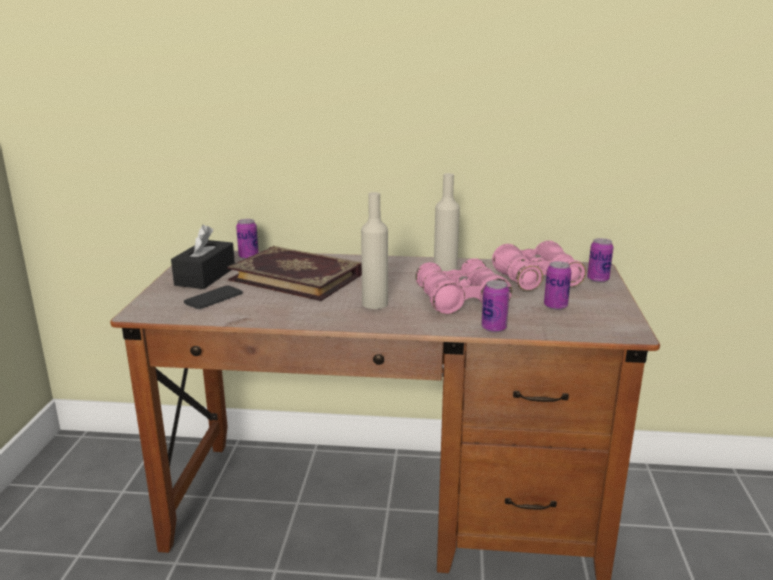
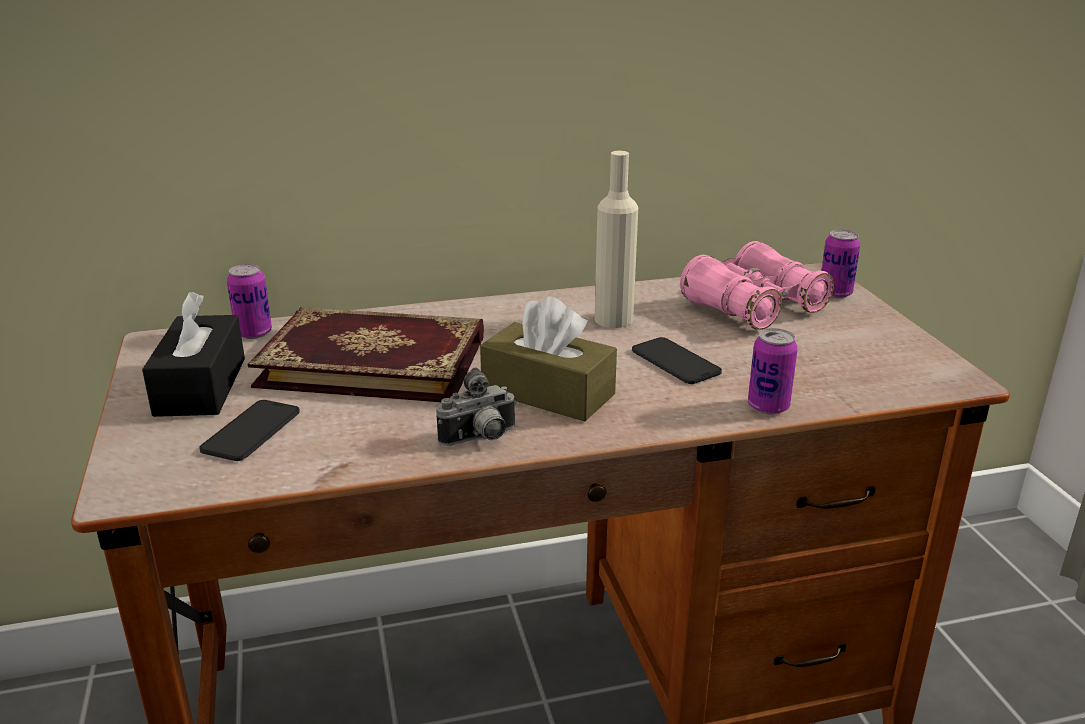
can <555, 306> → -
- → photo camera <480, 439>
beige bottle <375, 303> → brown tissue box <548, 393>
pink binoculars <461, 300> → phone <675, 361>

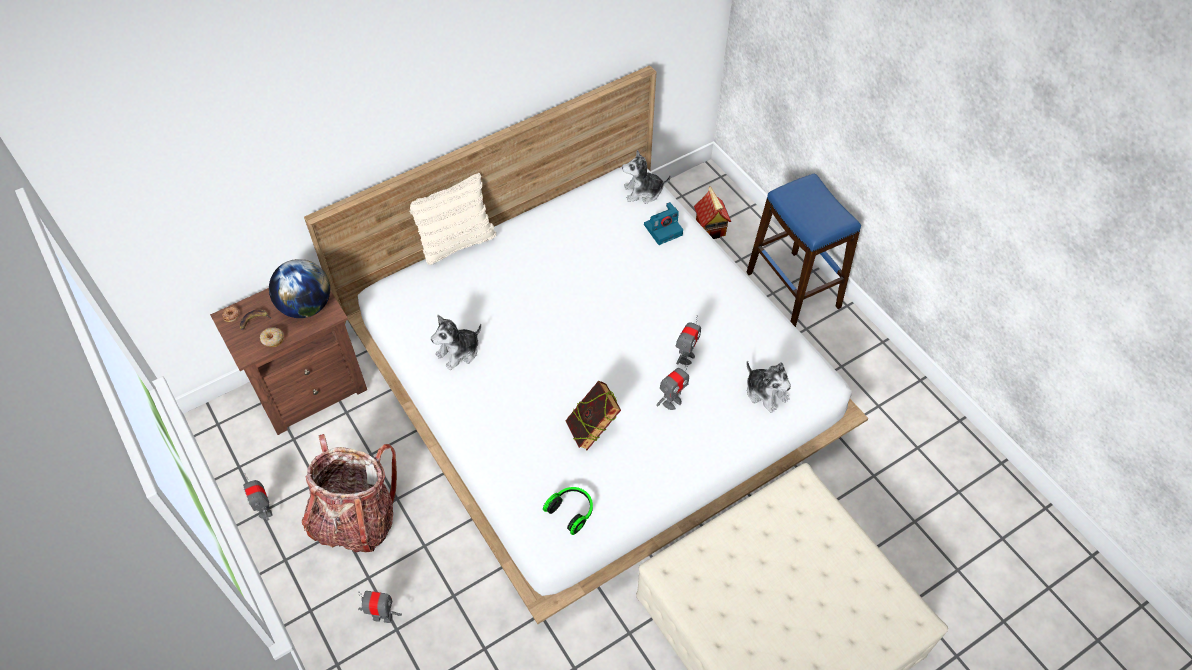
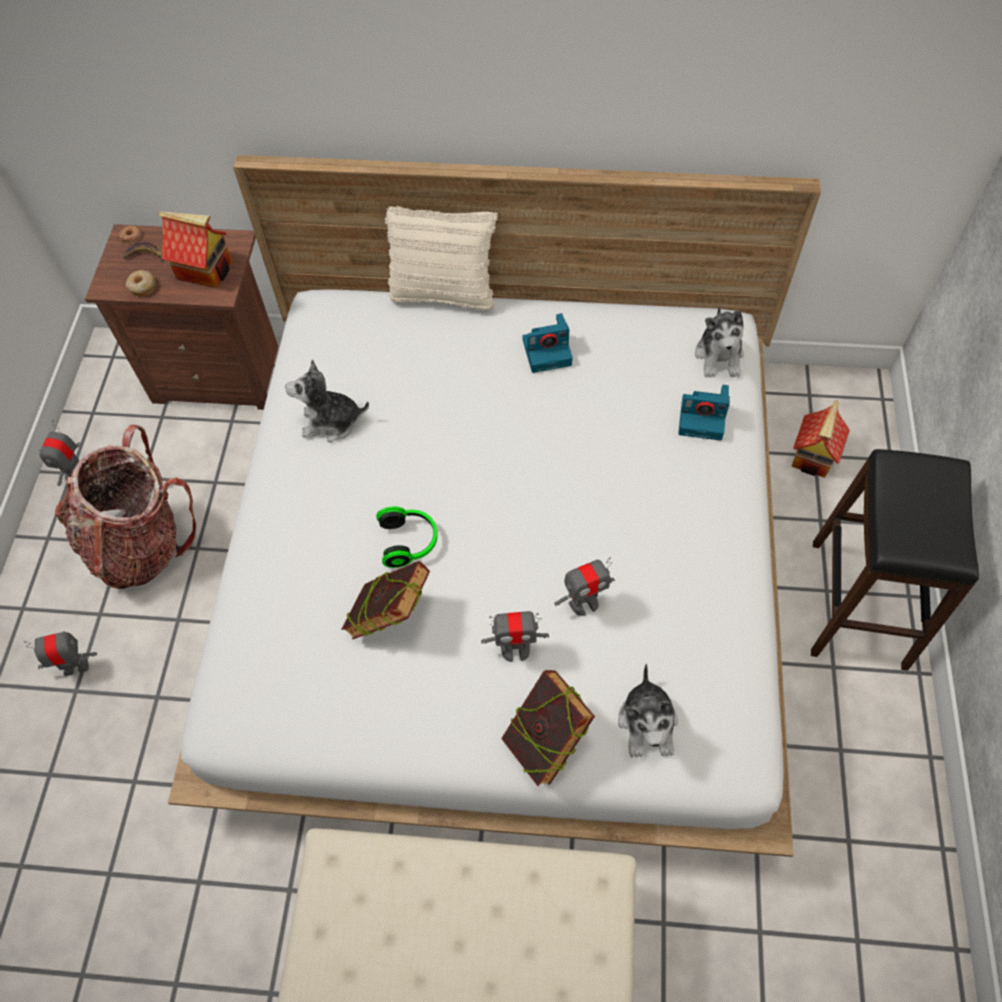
- → book <546, 740>
- → photo camera <548, 351>
headphones <572, 511> → headphones <409, 541>, relocated
globe <306, 306> → toy house <206, 269>
blue stool <793, 290> → black stool <858, 604>
toy robot <383, 616> → toy robot <76, 667>, 60 degrees counterclockwise
plush toy <643, 192> → plush toy <719, 356>, 120 degrees counterclockwise

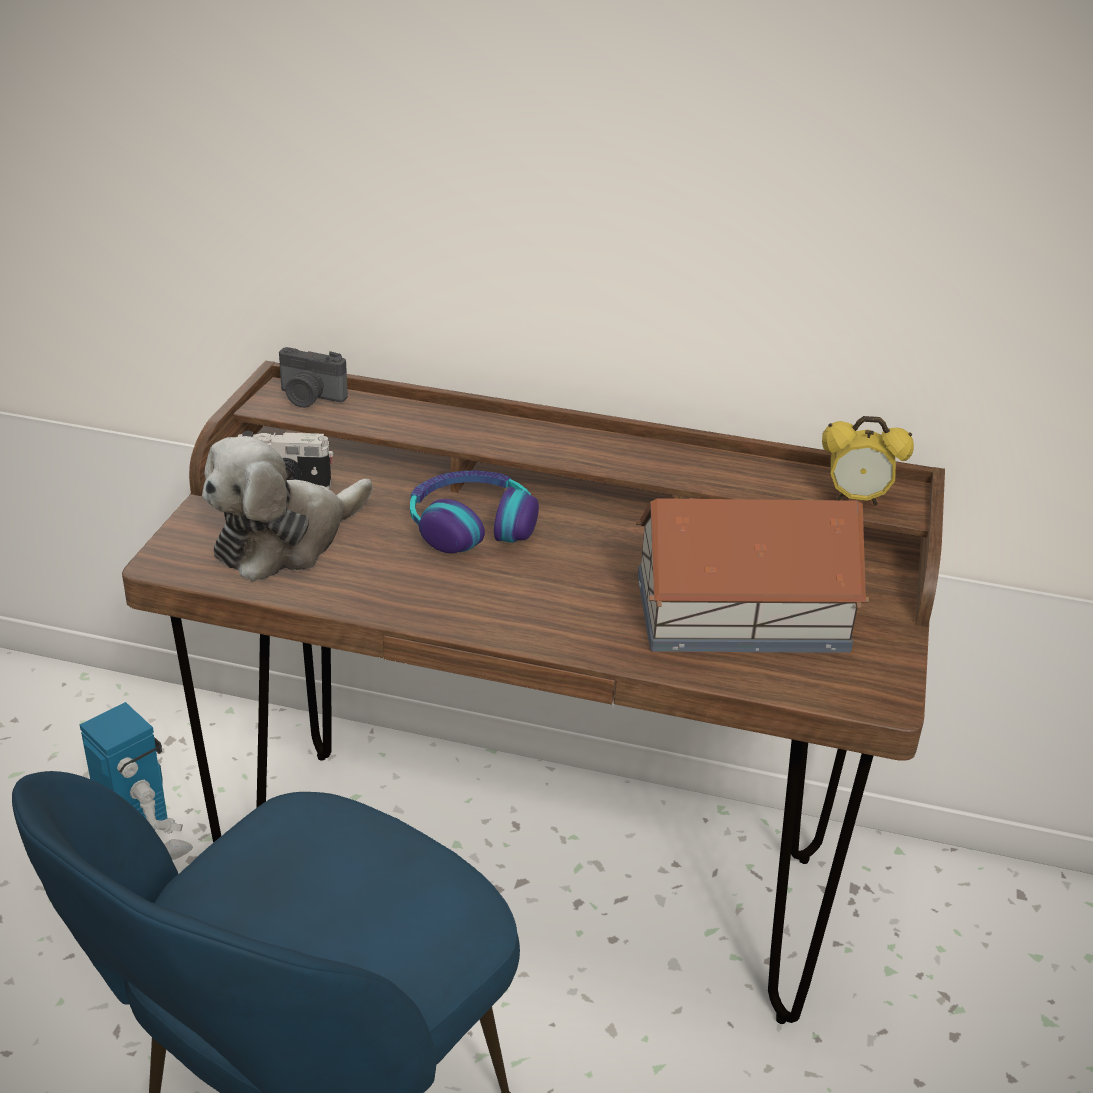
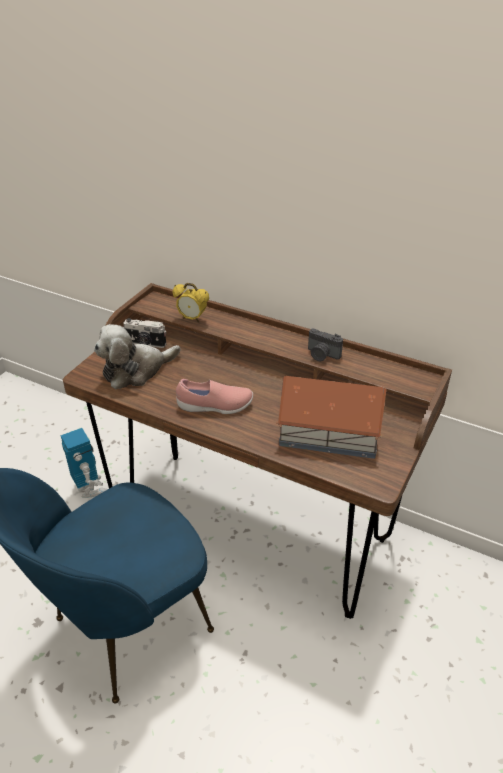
headphones <471, 525> → -
- → pink shoe <215, 407>
photo camera <309, 398> → photo camera <322, 355>, relocated
alarm clock <856, 499> → alarm clock <192, 319>, relocated

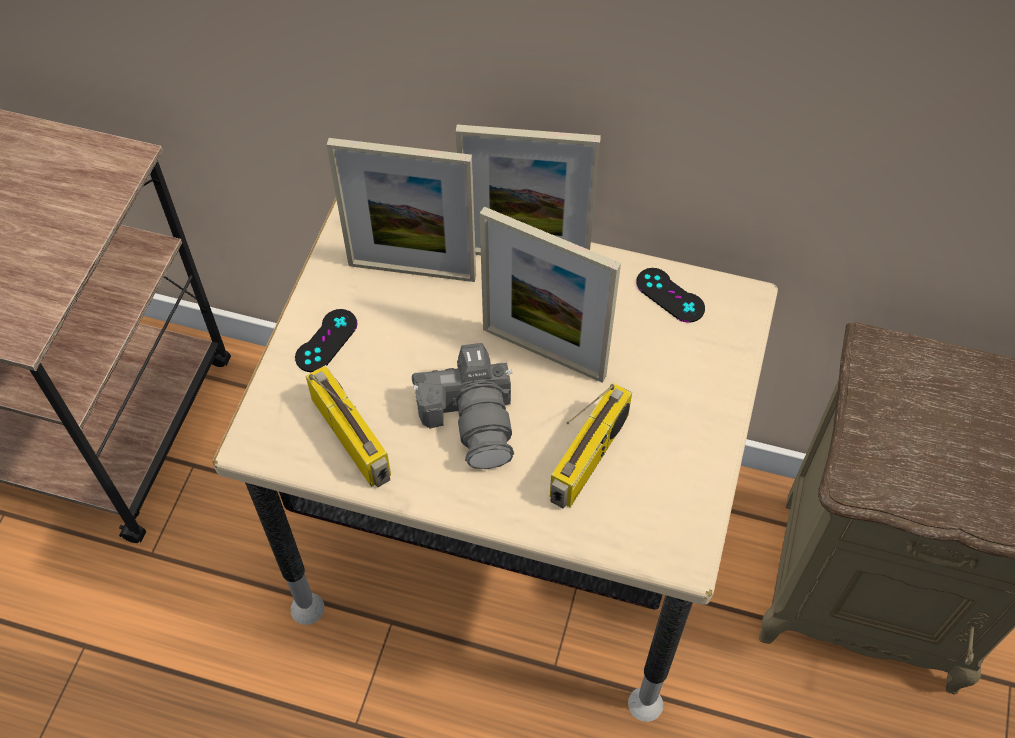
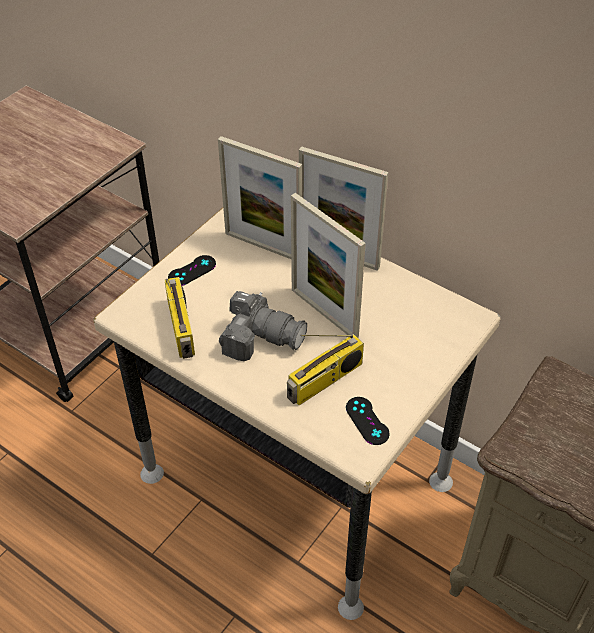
black game controller <670, 295> → black game controller <367, 421>, relocated
photo camera <472, 418> → photo camera <261, 337>, 75 degrees counterclockwise

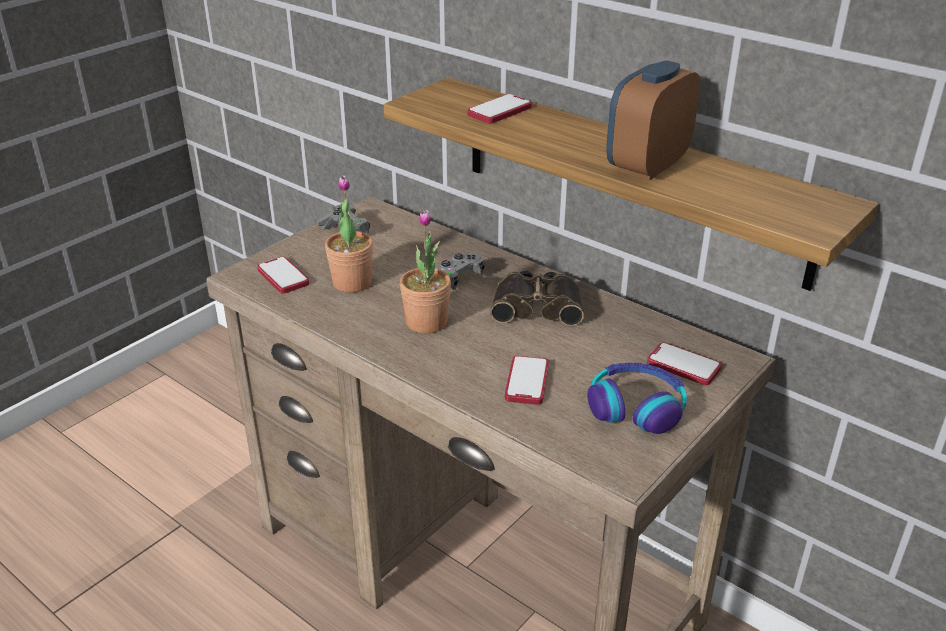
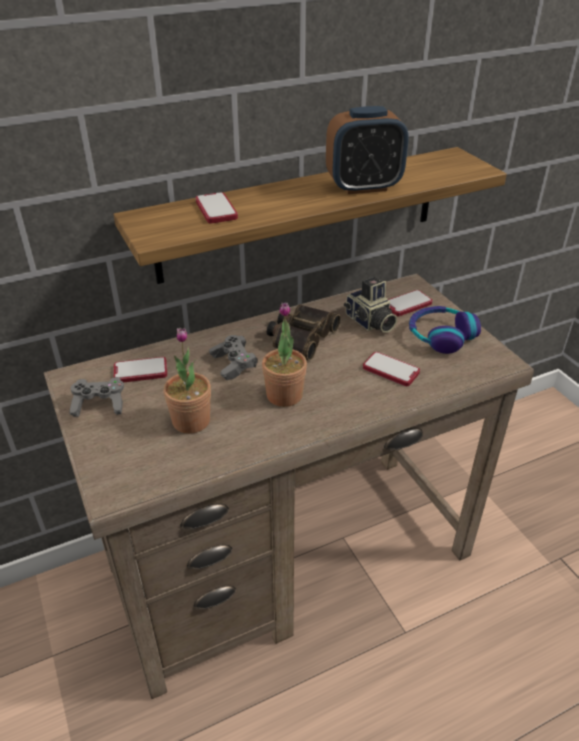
- → photo camera <369, 322>
phone <283, 277> → phone <140, 371>, relocated
alarm clock <647, 166> → alarm clock <363, 187>, 75 degrees counterclockwise

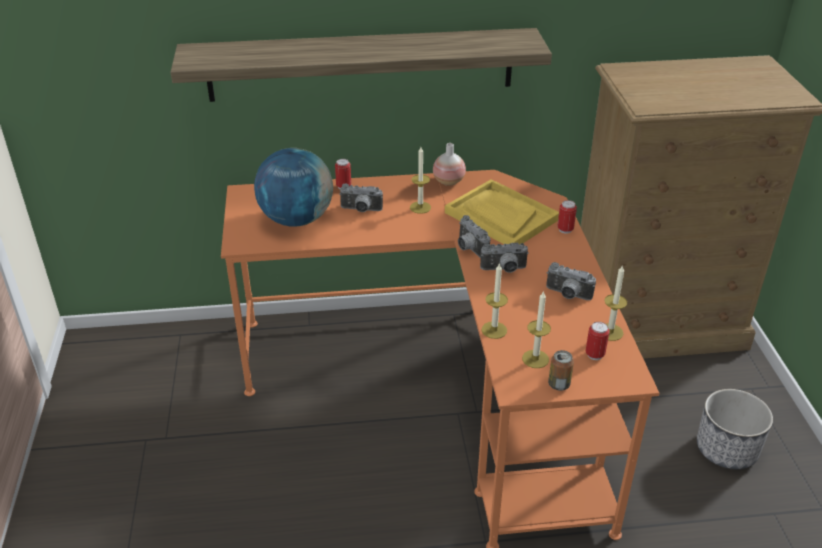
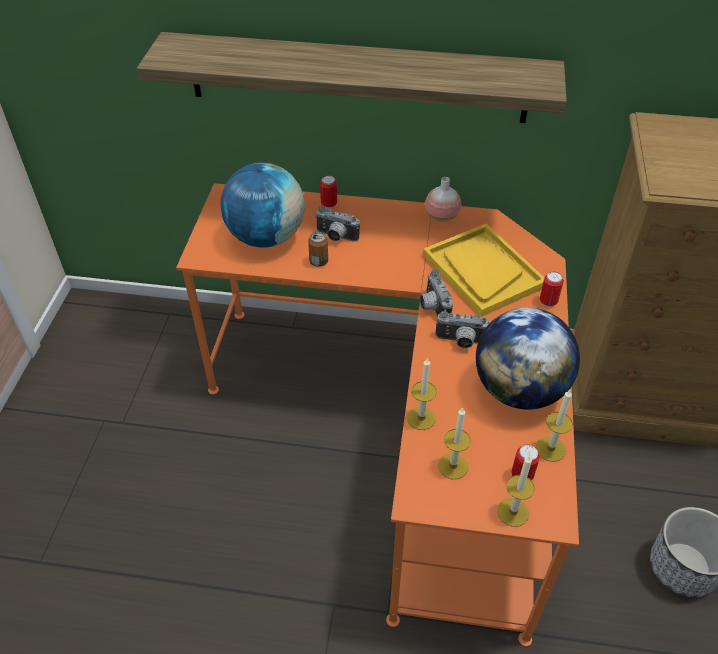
candle <420, 207> → candle <513, 512>, relocated
can <559, 384> → can <319, 261>, relocated
photo camera <567, 295> → globe <519, 389>

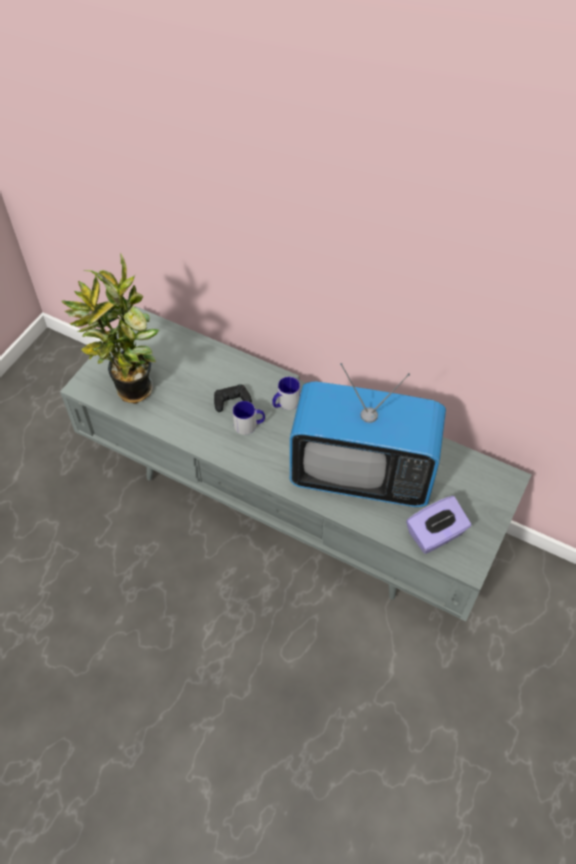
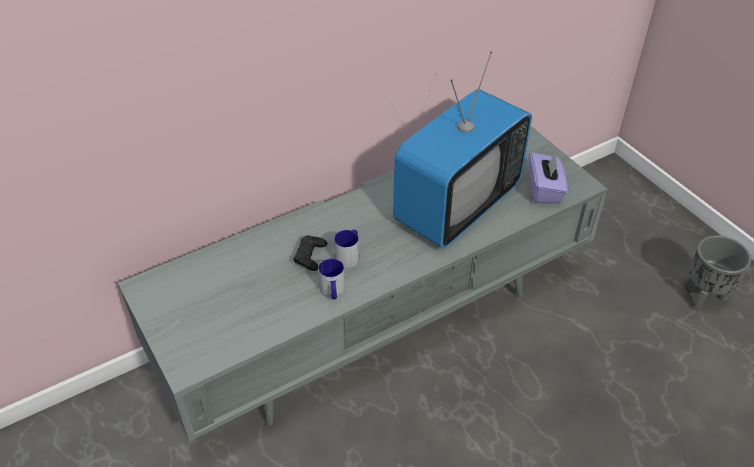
potted plant <131, 392> → -
- → grey planter <704, 297>
mug <285, 403> → mug <332, 291>, relocated

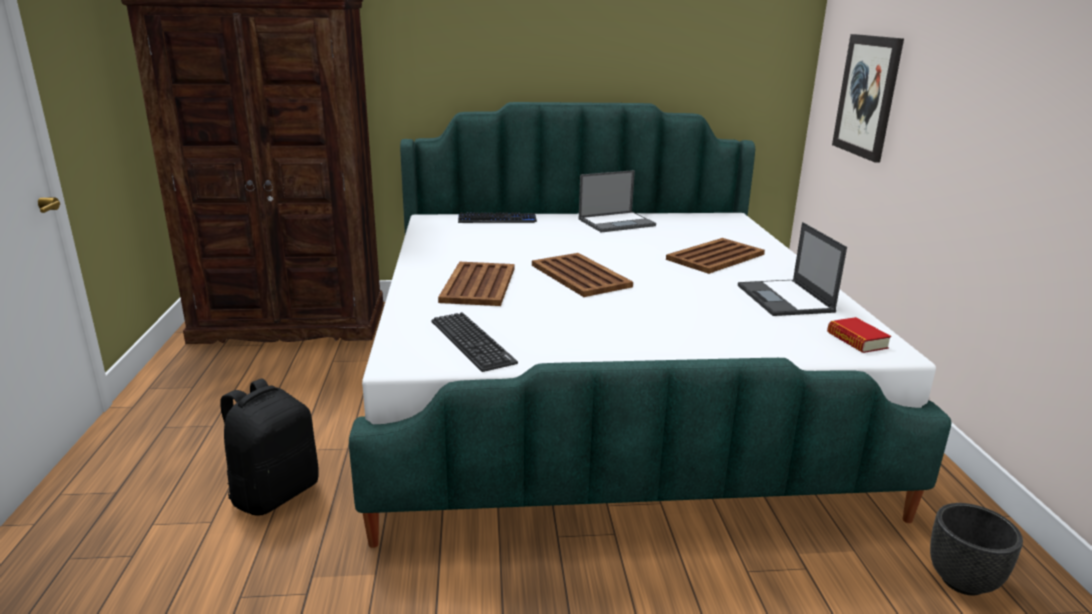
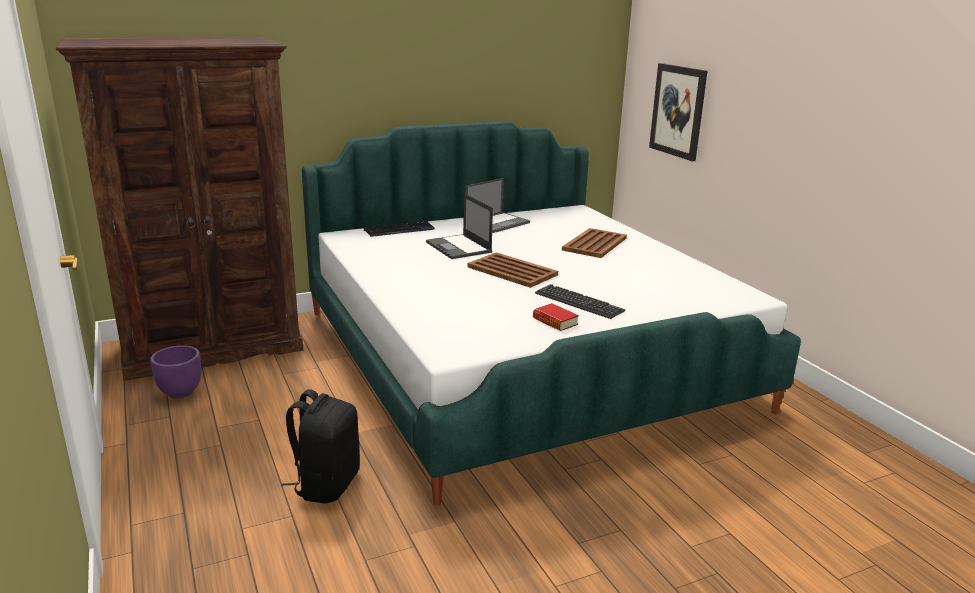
brown tray <478, 285> → -
black planter <963, 581> → -
- → purple planter <180, 392>
keyboard <472, 342> → keyboard <578, 302>, relocated
laptop <785, 299> → laptop <459, 247>, relocated
book <857, 340> → book <555, 321>, relocated

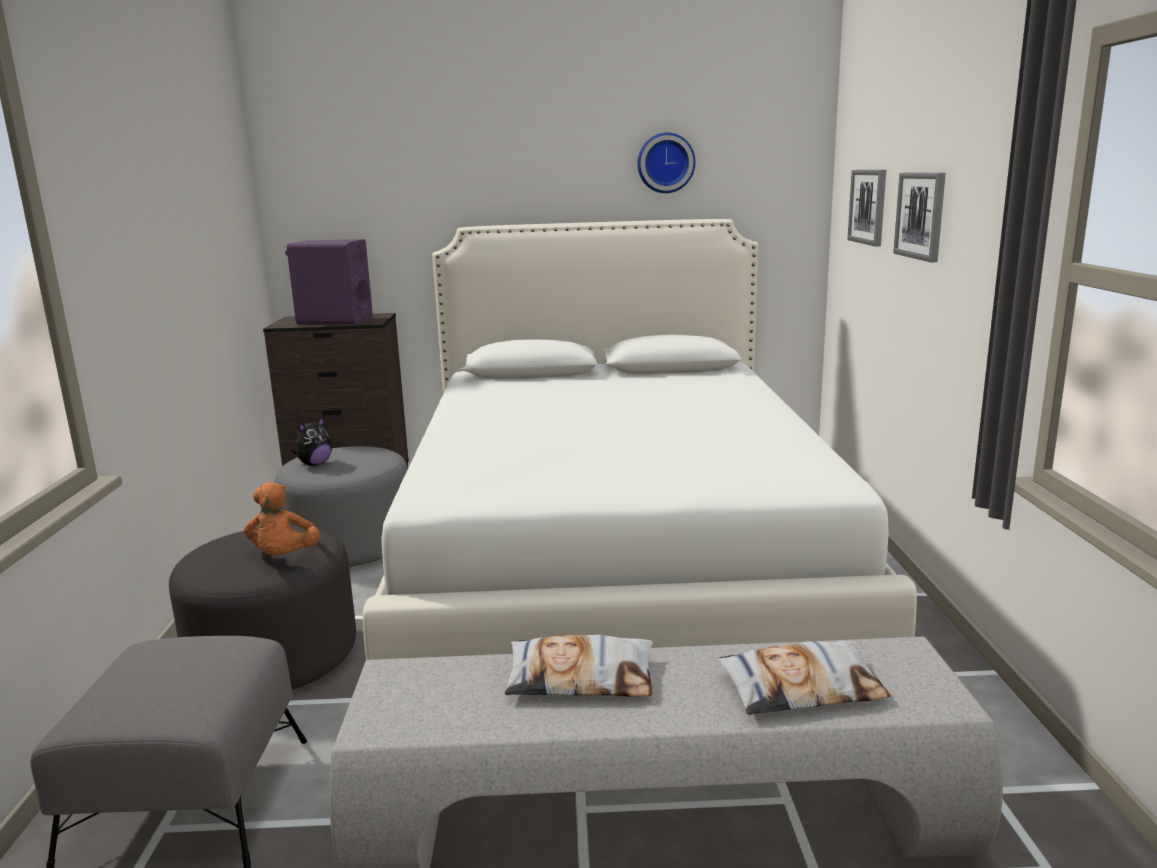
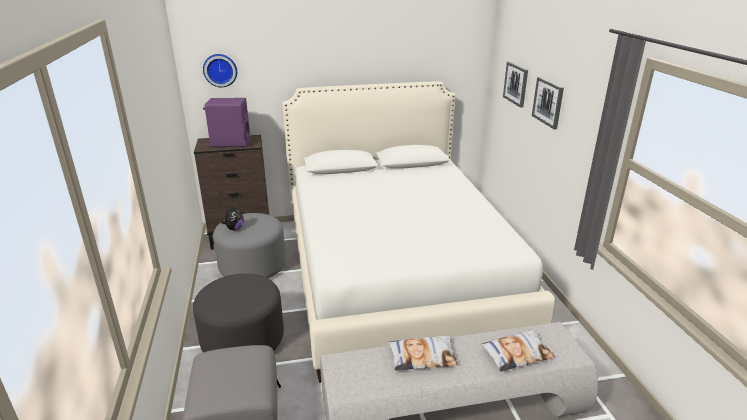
orange plush toy <284, 558> → -
wall clock <665, 163> → wall clock <220, 70>, relocated

